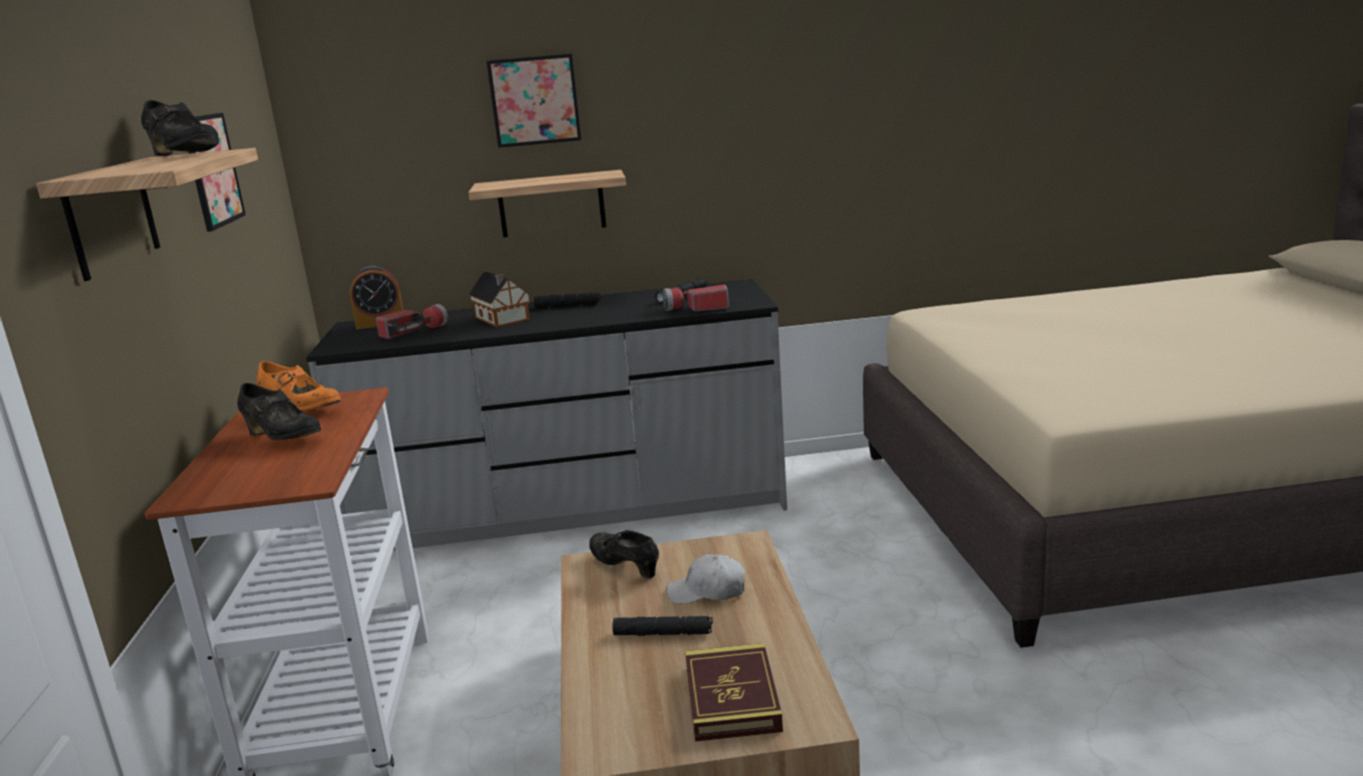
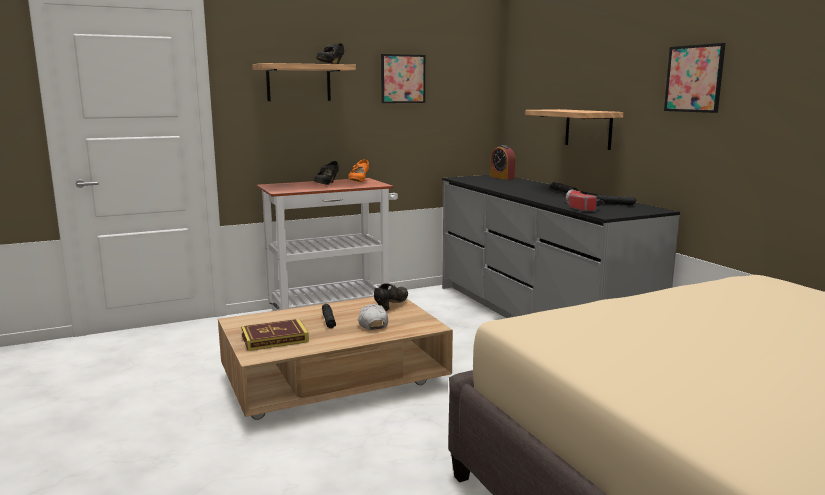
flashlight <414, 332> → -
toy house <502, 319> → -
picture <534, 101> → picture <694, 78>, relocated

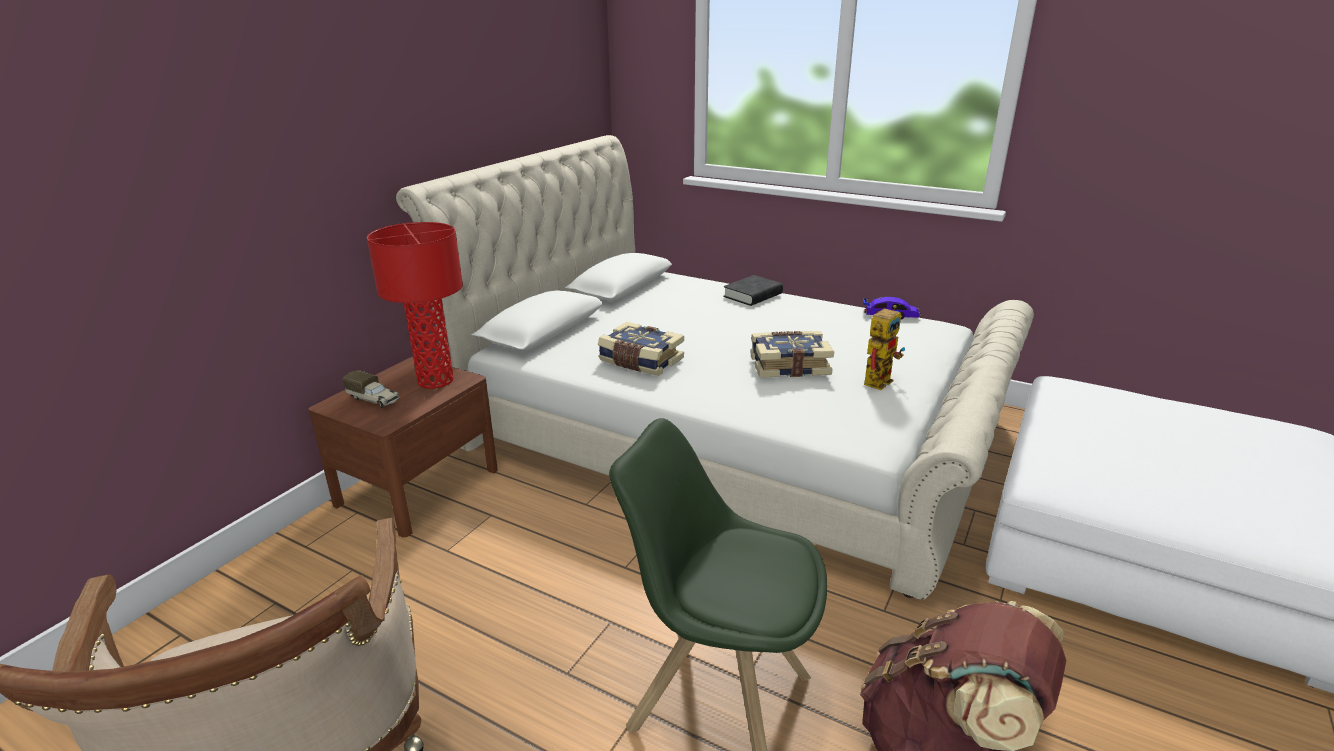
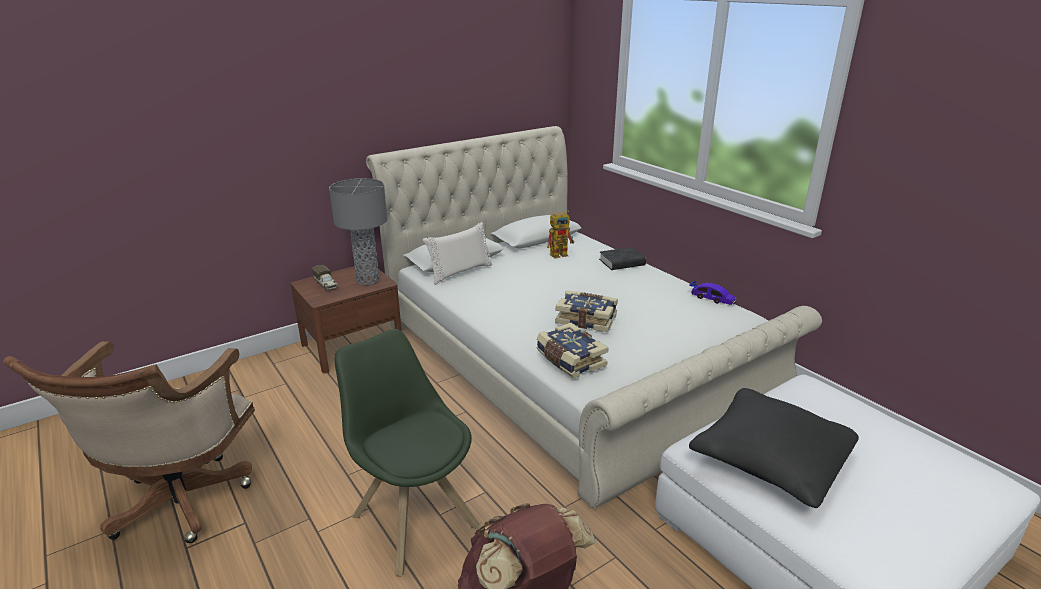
- → white pillow <460, 272>
- → black pillow <770, 459>
book <640, 361> → book <569, 360>, relocated
toy robot <878, 379> → toy robot <561, 254>, relocated
red table lamp <435, 381> → grey table lamp <367, 280>

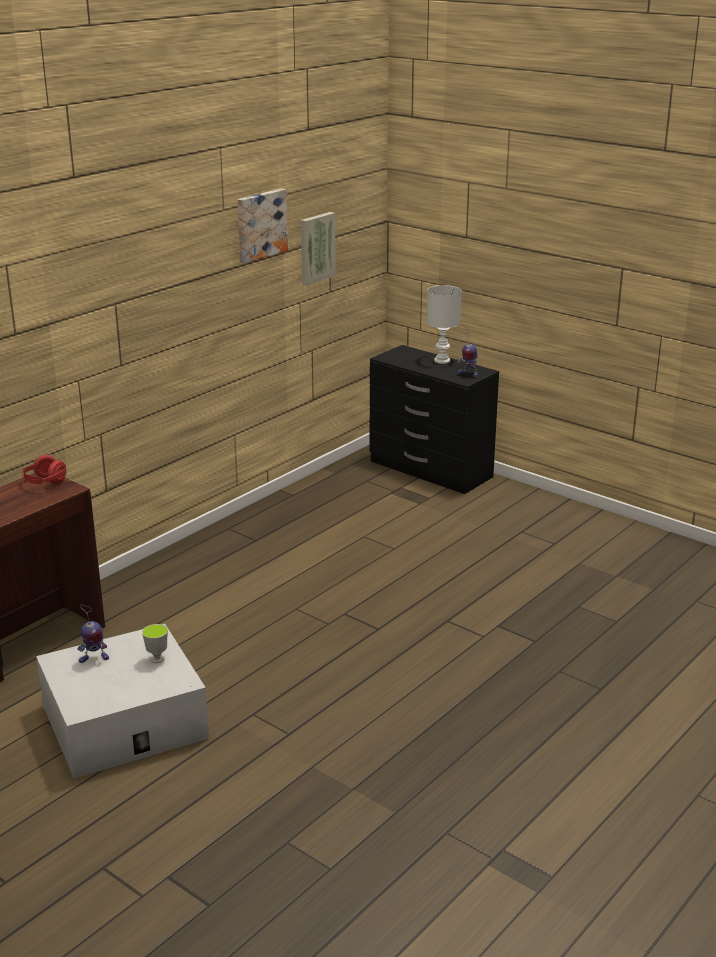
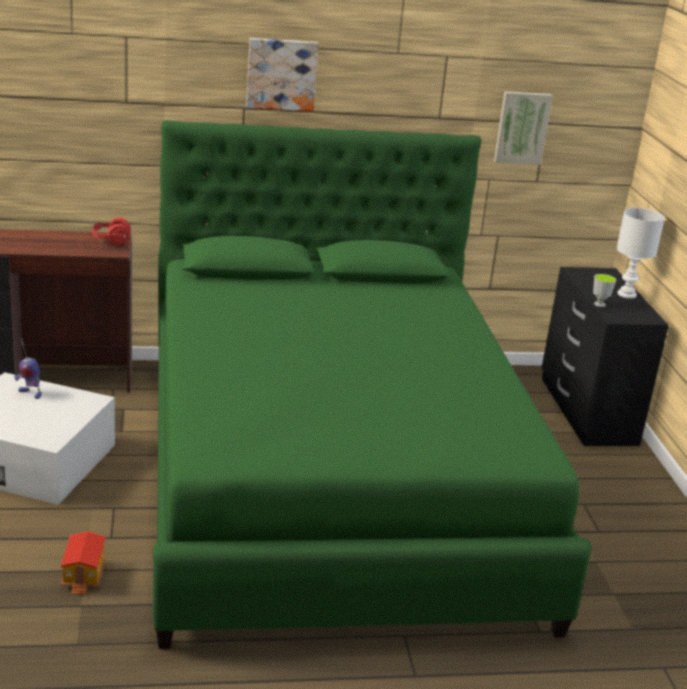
toy robot <468, 374> → -
- → toy house <85, 575>
- → green bed <331, 477>
cup <157, 659> → cup <599, 304>, relocated
picture <260, 225> → picture <281, 74>, relocated

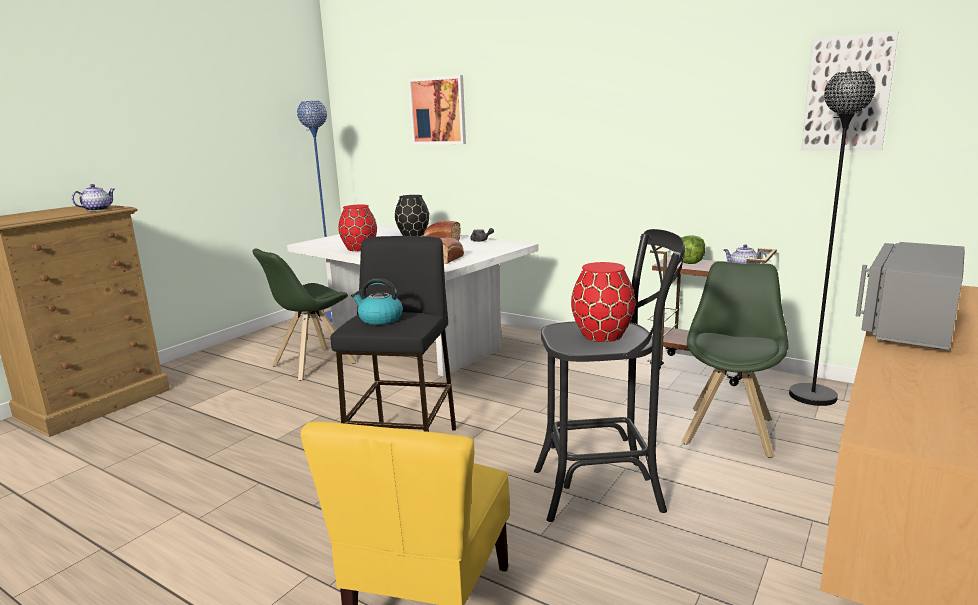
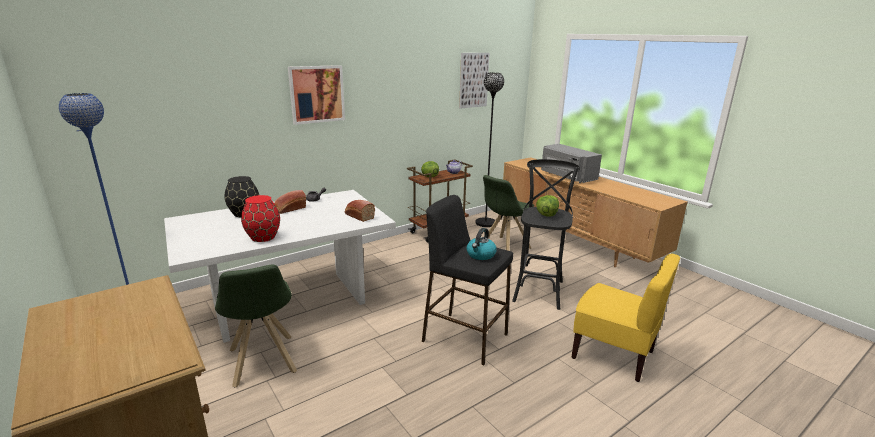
teapot <97, 209> → -
picture <438, 111> → picture <317, 94>, relocated
red vase <601, 335> → lettuce <546, 215>
green chair <729, 431> → green chair <504, 248>, 90 degrees counterclockwise

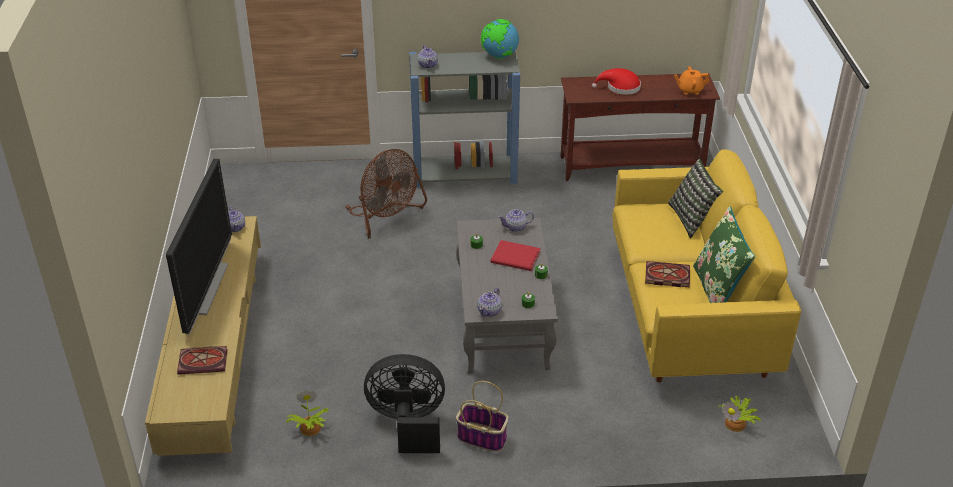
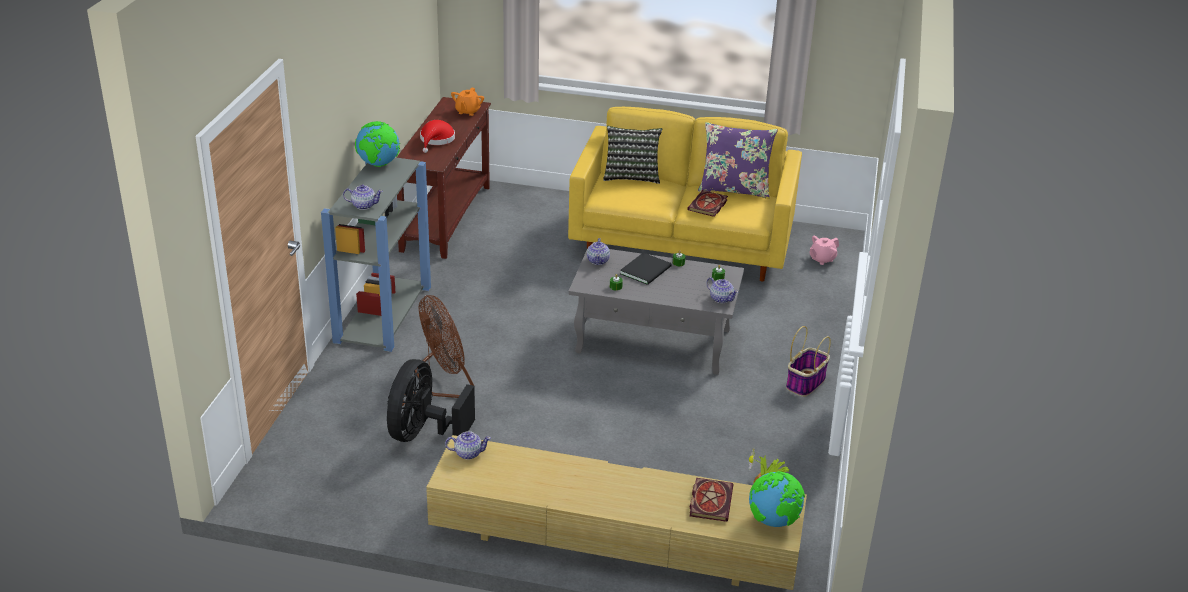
television <205, 288> → -
- → globe <774, 521>
black fan <408, 423> → black fan <423, 433>, relocated
potted plant <736, 423> → pink teapot <822, 259>
red book <516, 258> → black book <647, 270>
green pillow <717, 290> → purple pillow <734, 189>

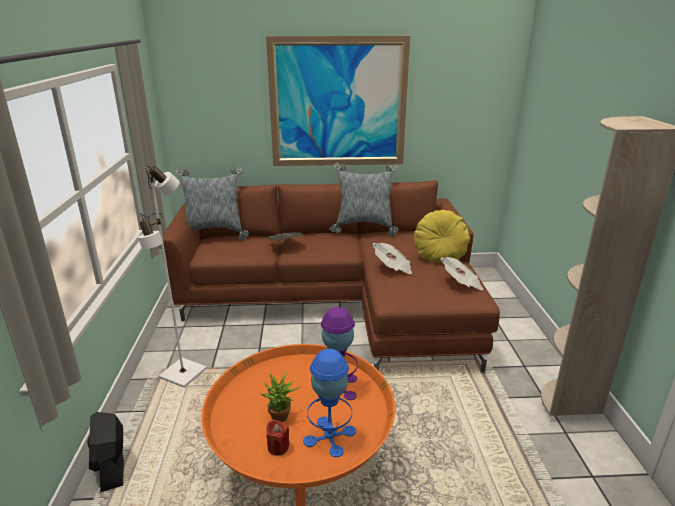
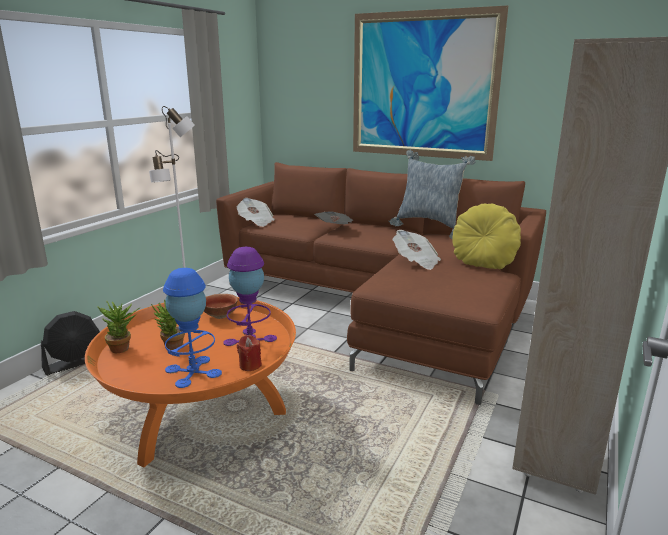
pillow <215, 236> → -
- → potted plant <124, 348>
- → bowl <219, 316>
red candle <278, 447> → red candle <250, 365>, relocated
newspaper <461, 284> → newspaper <255, 222>, relocated
black fan <111, 466> → black fan <75, 363>, 135 degrees counterclockwise

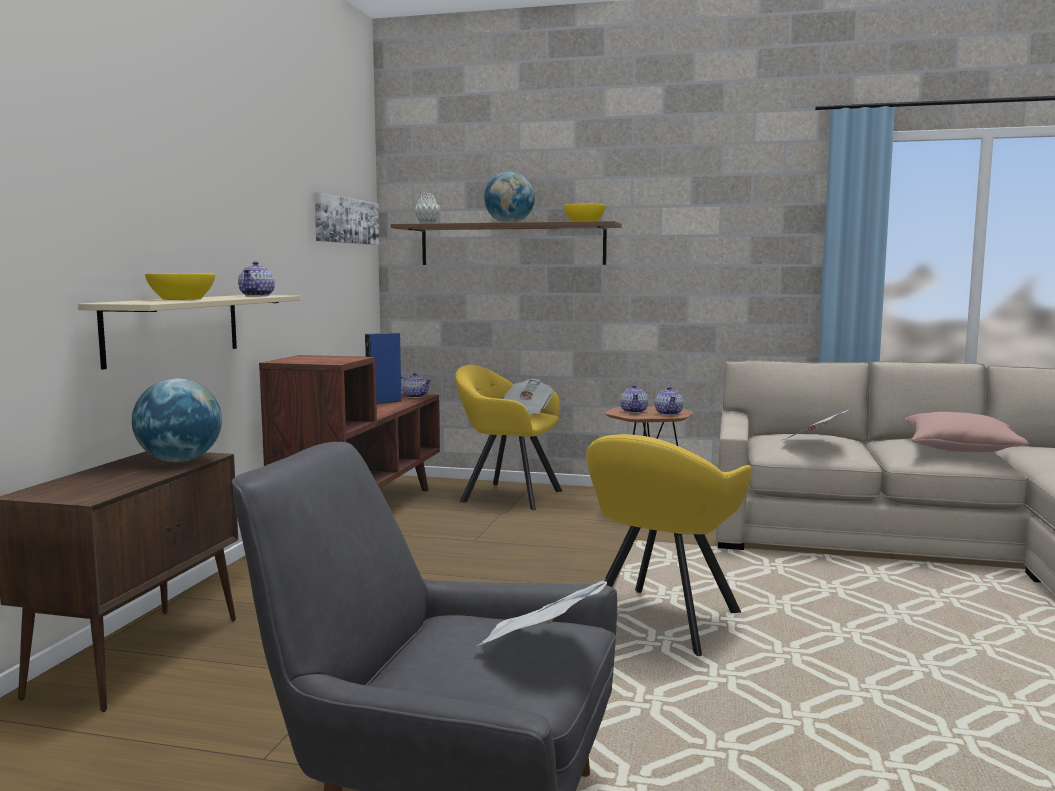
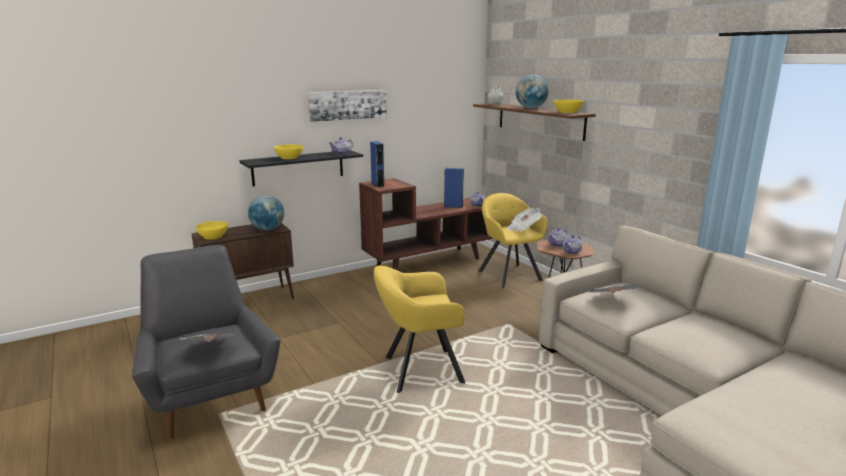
pink pillow <960, 449> → -
- → yellow bowl <213, 236>
- → blue speaker <377, 184>
picture <346, 220> → picture <348, 105>, relocated
beige shelf <174, 328> → black shelf <298, 167>

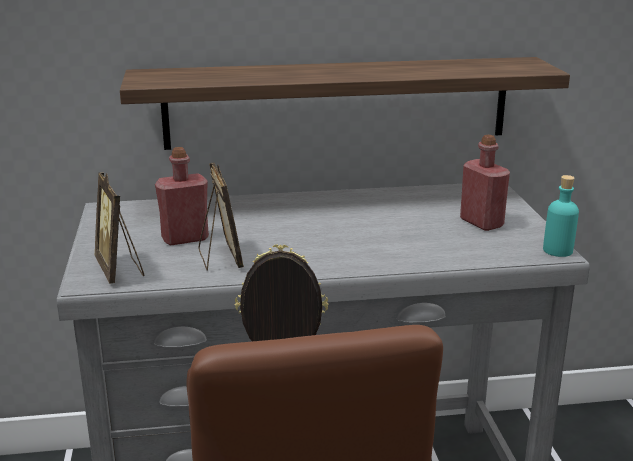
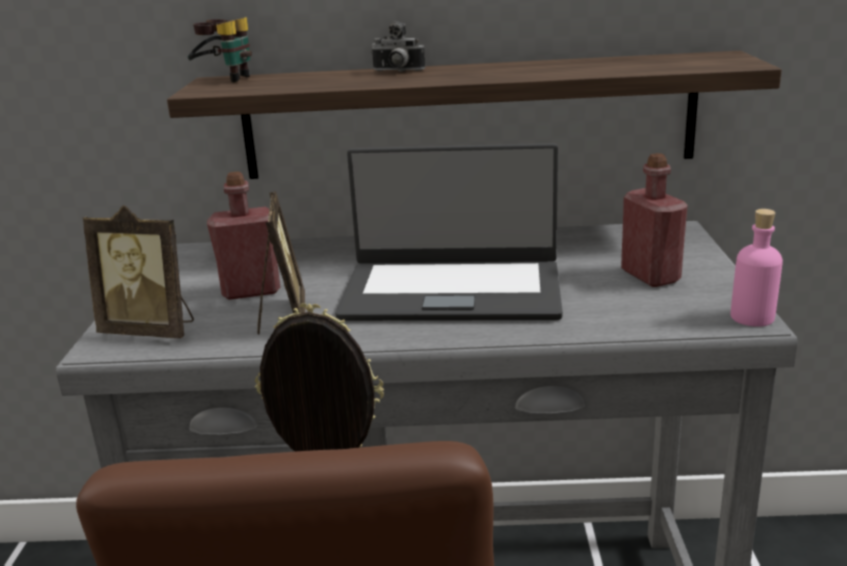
- → binoculars <225, 79>
- → laptop <452, 291>
- → photo camera <397, 71>
turquoise bottle <558, 250> → pink bottle <752, 317>
picture frame <120, 270> → picture frame <151, 330>, 60 degrees counterclockwise

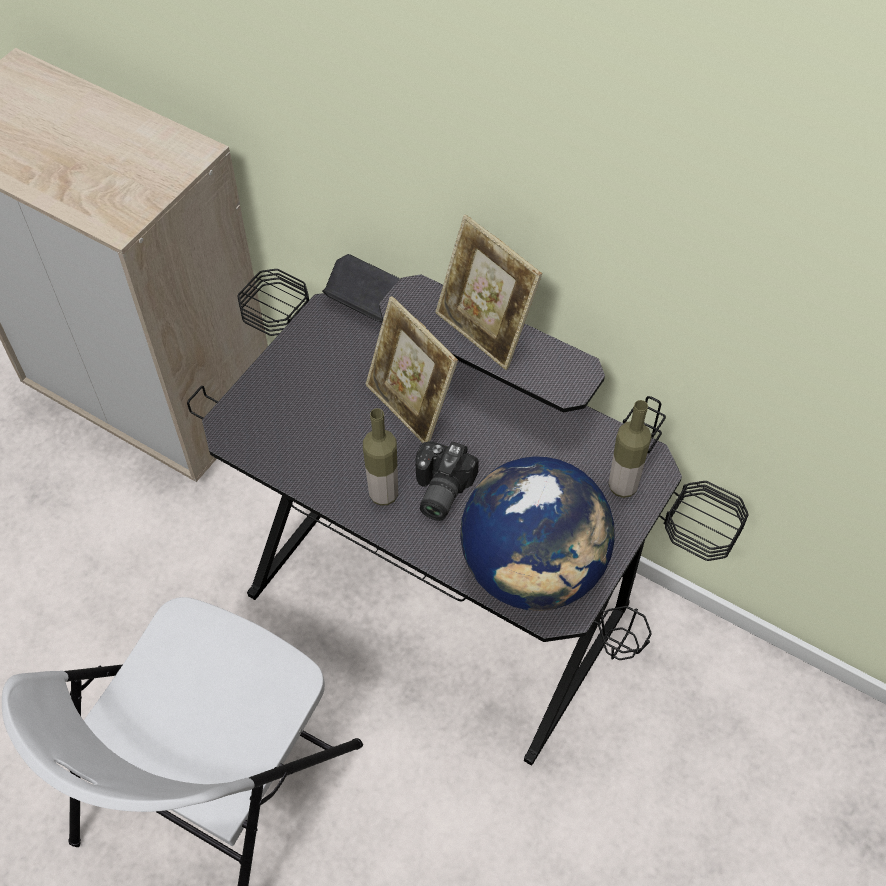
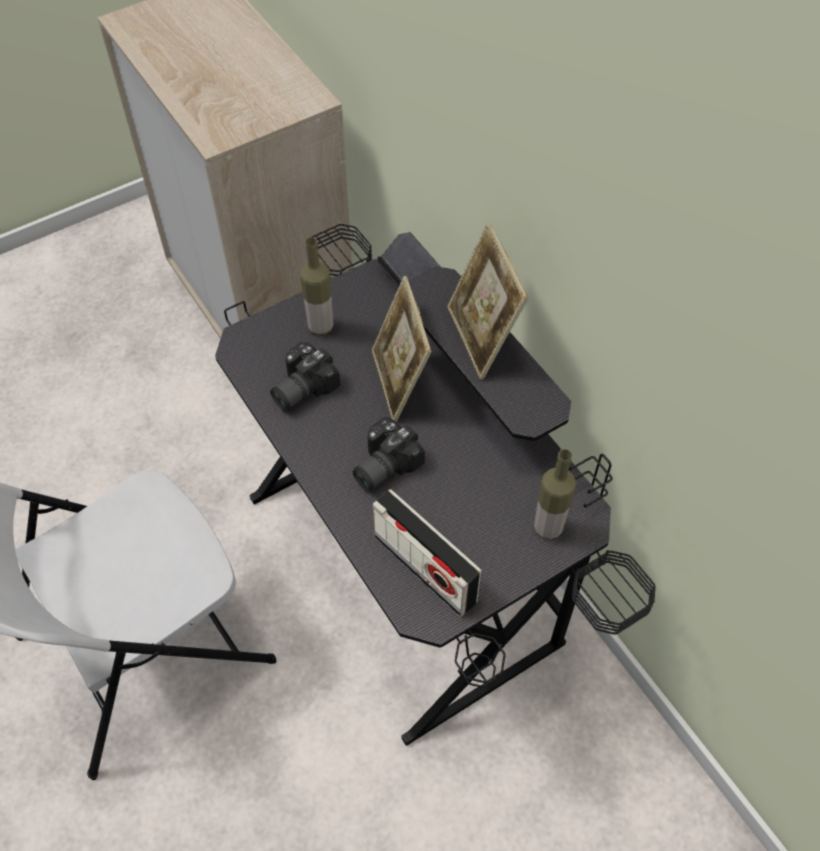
- → photo camera <300, 387>
bottle <384, 494> → bottle <321, 327>, relocated
globe <533, 570> → radio <425, 568>

